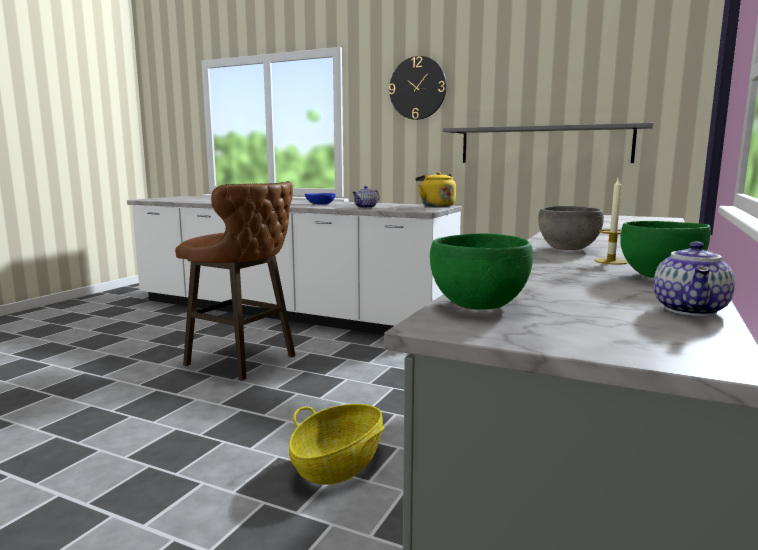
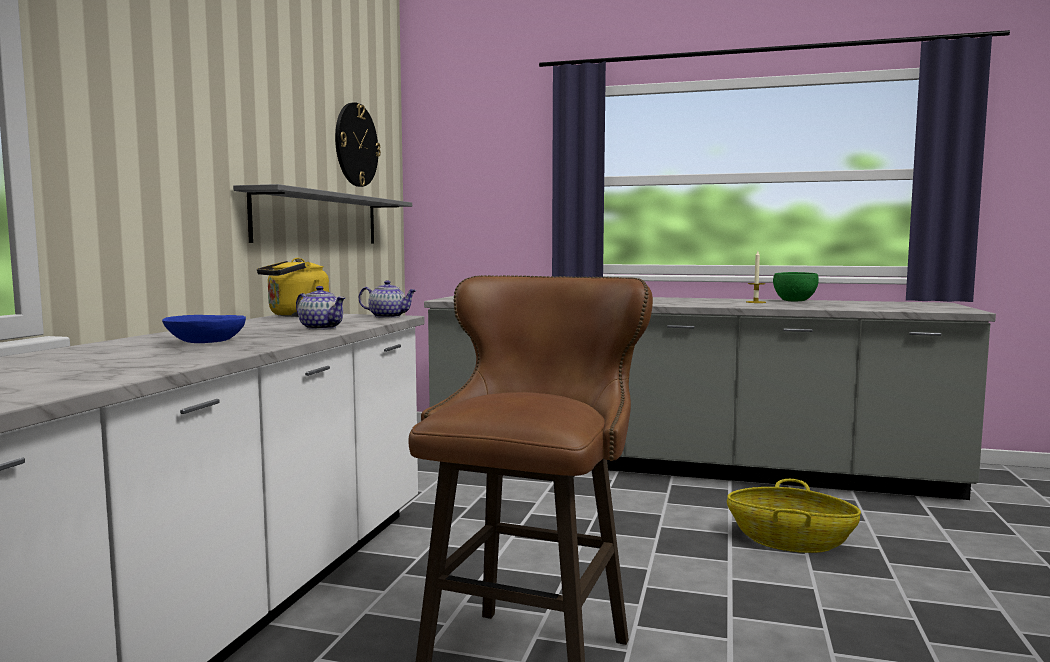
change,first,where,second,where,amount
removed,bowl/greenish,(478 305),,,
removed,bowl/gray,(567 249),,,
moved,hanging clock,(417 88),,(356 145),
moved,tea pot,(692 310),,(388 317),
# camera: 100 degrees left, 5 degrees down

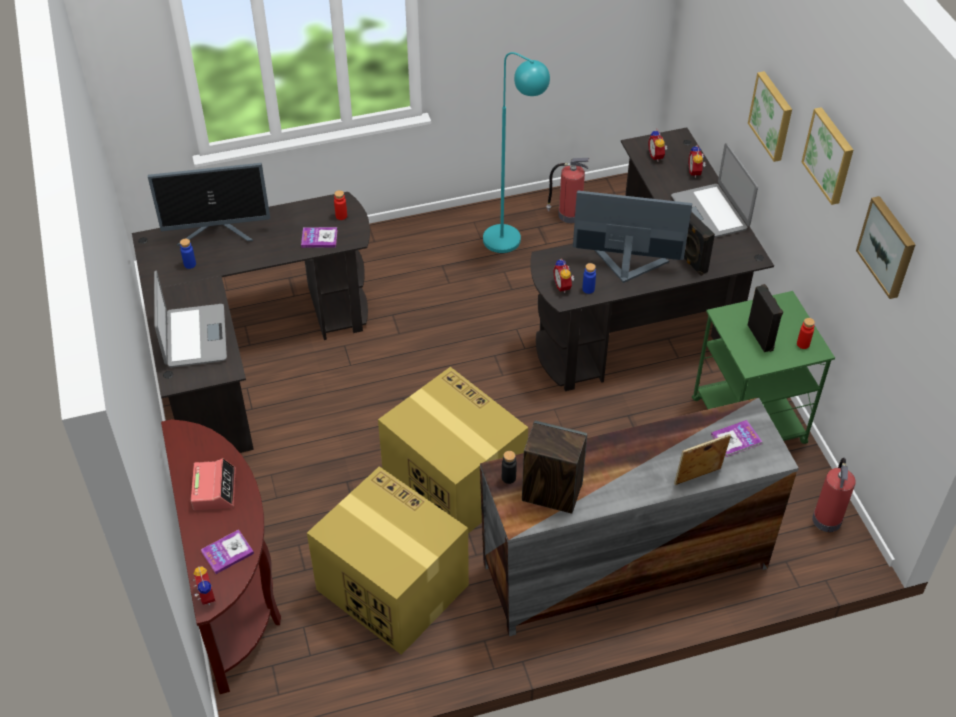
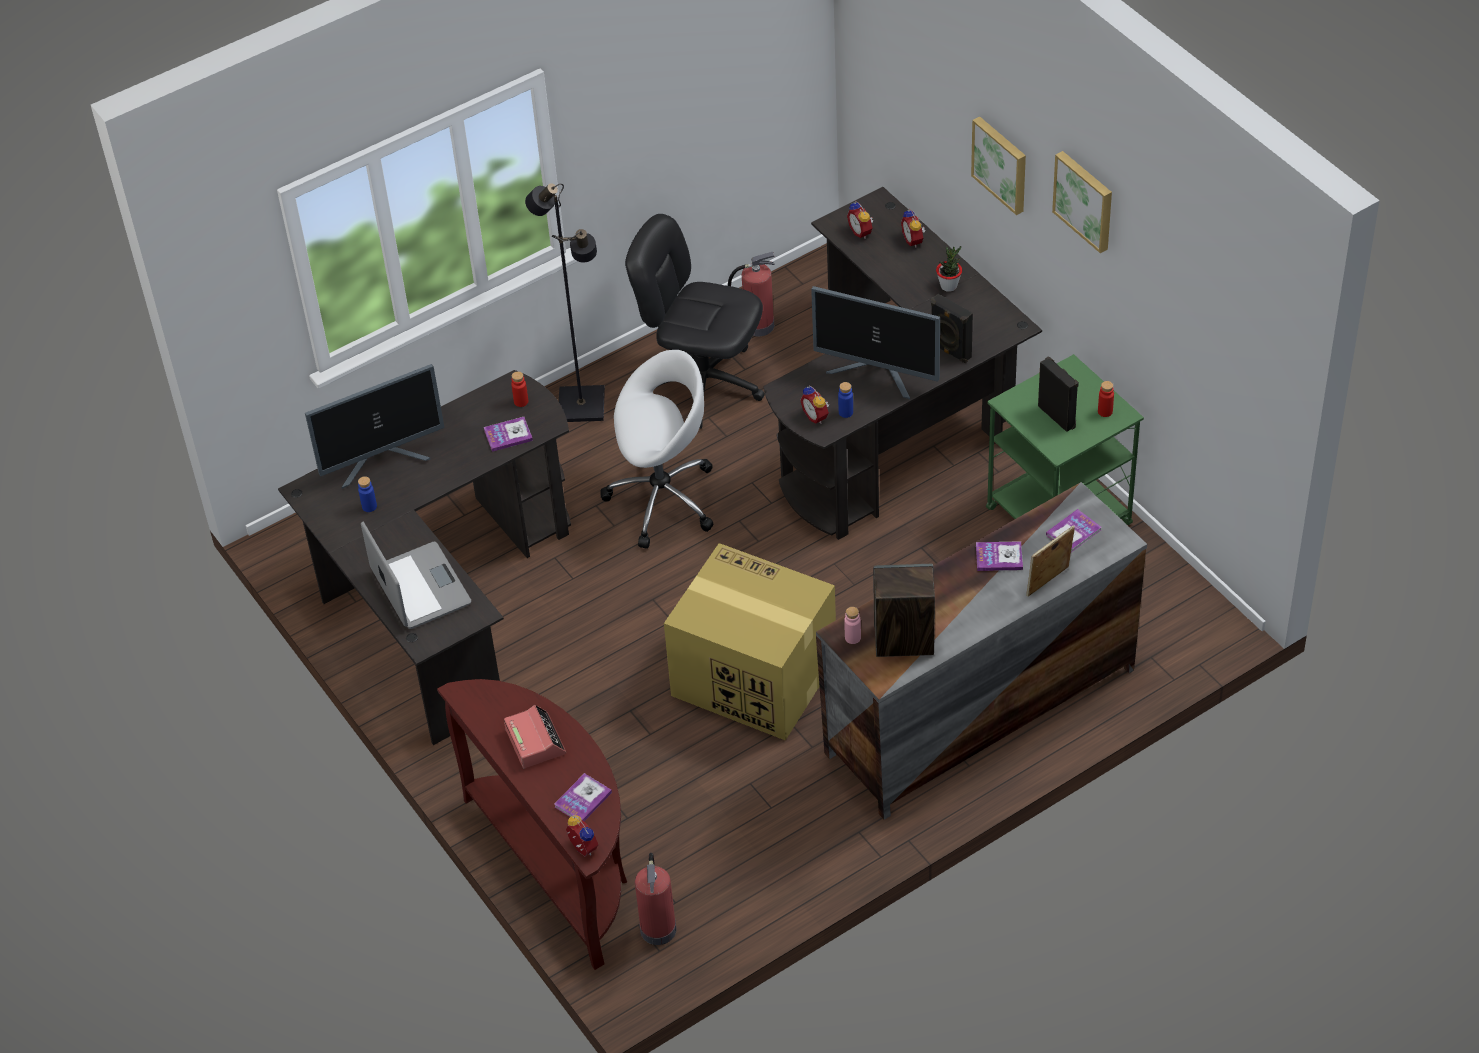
change,first,where,second,where,amount
removed,packing box,(390 586),,,
removed,wall picture,(888 246),,,
added,,,standing lamp/black-coloured,(581 405),
added,,,desk chair/white,(665 498),
added,,,volume,(999 557),
moved,extinguisher,(827 518),,(658 927),
replaced,standing lamp/turquoise-coloured,(511 245),desk chair/black-coloured,(703 383),
replaced,portable computer,(710 213),potted plant,(949 286),
recoloured,drink bottle/black-coloured,(508 478),drink bottle/pinkish,(852 638),
turned,computer screen,(626 266),,(877 374),150 degrees counterclockwise
# camera: 15 degrees left, 0 degrees up

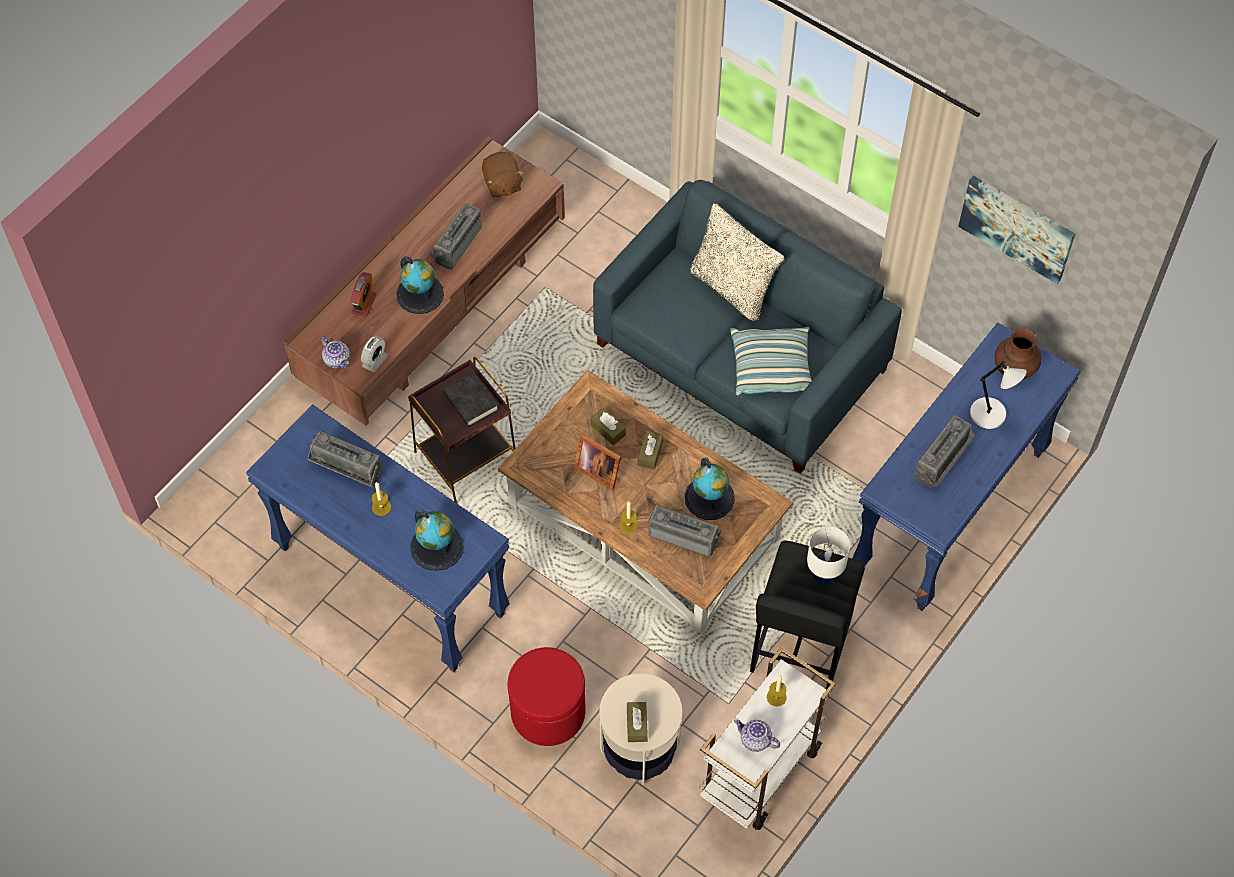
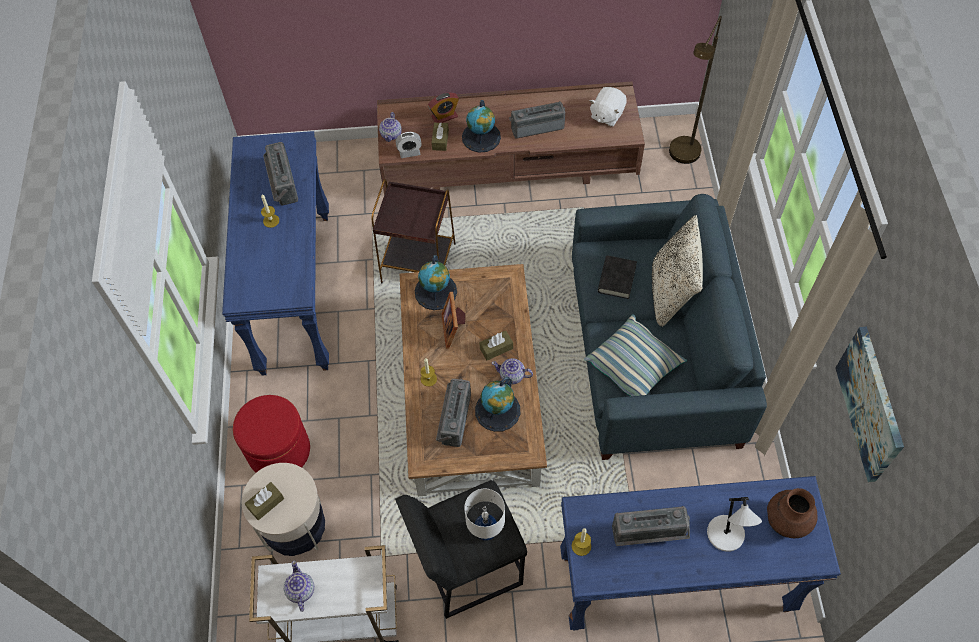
change,first,where,second,where,amount
added,,,tea pot,(512 376),
added,,,standing lamp/brown,(682 158),
moved,desk globe,(437 546),,(436 291),
moved,volume/black-coloured,(471 402),,(616 279),
moved,tissue box/brown,(608 430),,(440 140),
moved,wax light,(776 697),,(581 546),
recoloured,plush toy/brown,(502 184),plush toy/white,(606 115),
turned,radio set,(684 535),,(453 418),150 degrees counterclockwise
# camera: 50 degrees right, 0 degrees up

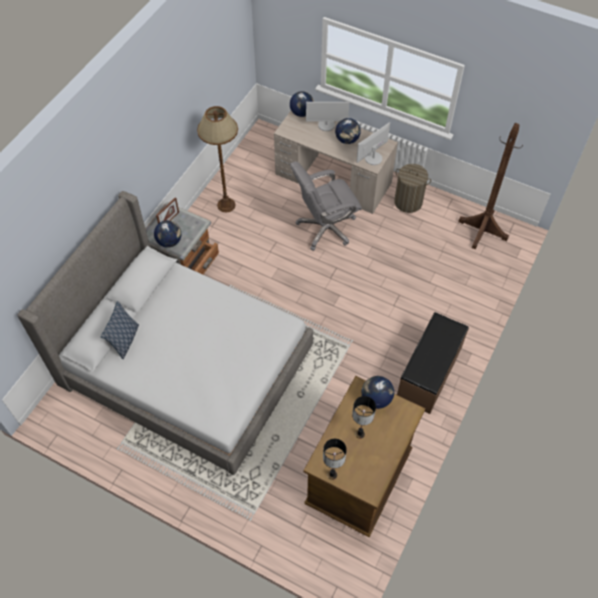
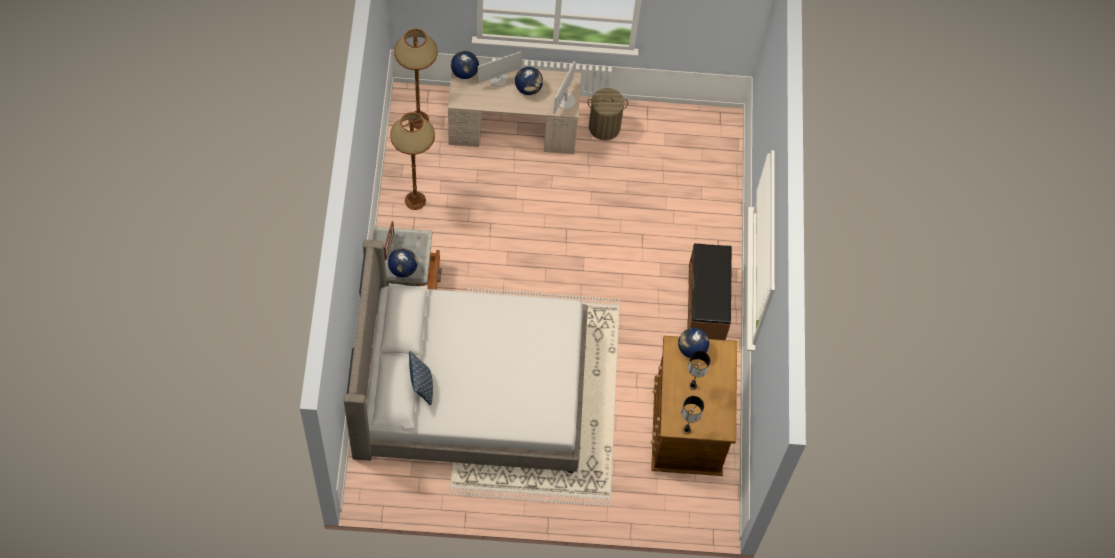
change,first,where,second,where,amount
removed,desk chair/gray,(325 228),,,
removed,clothes rack/brown,(482 230),,,
added,,,standing lamp/brown,(419 120),
# camera: 30 degrees left, 5 degrees up

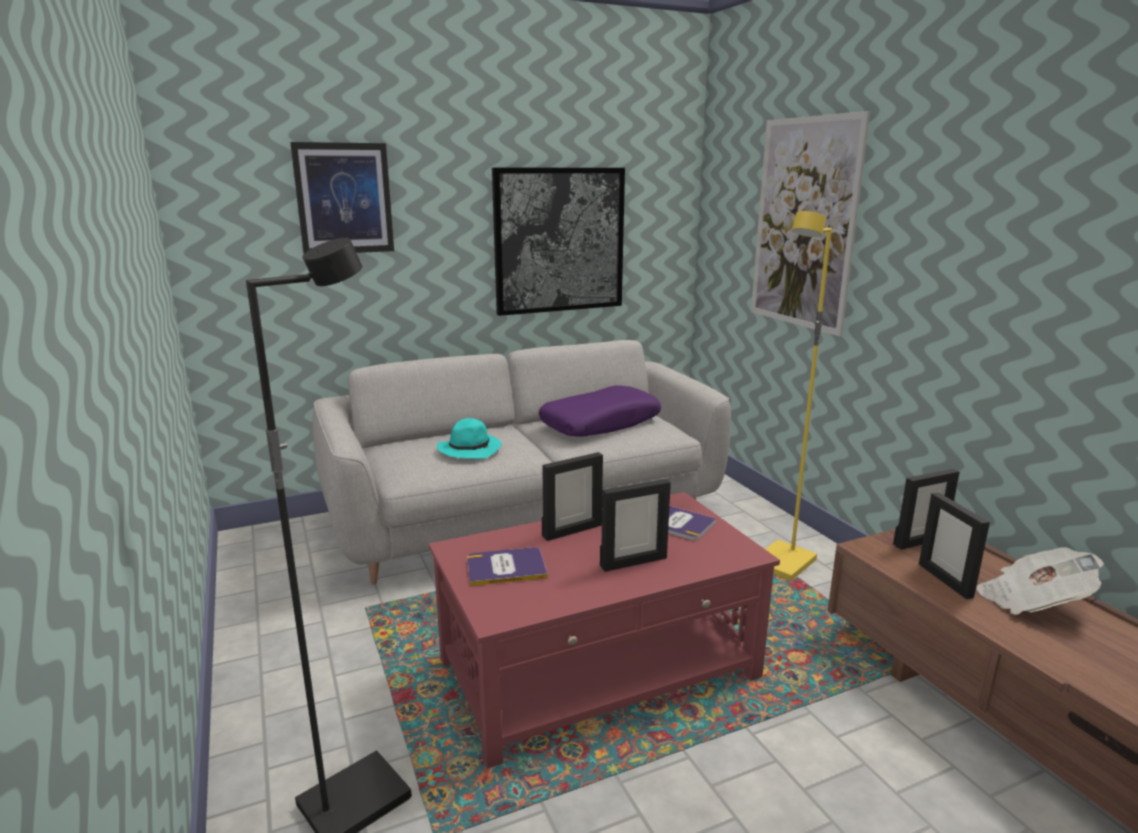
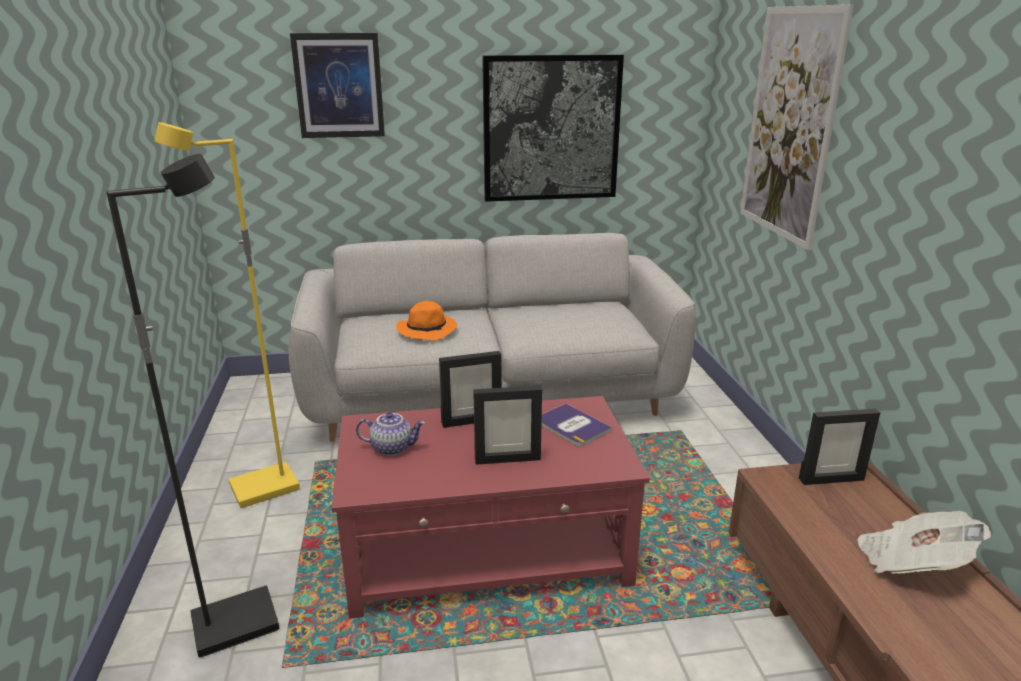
change,first,where,second,where,amount
removed,cushion/purple-coloured,(600 423),,,
removed,picture frame,(946 580),,,
moved,standing lamp/yellow,(784 564),,(264 489),
replaced,volume,(506 567),tea pot,(392 447),
recoloured,clothing hat/turquoise-coloured,(470 449),clothing hat/orange,(428 330),
# camera: 15 degrees right, 5 degrees up

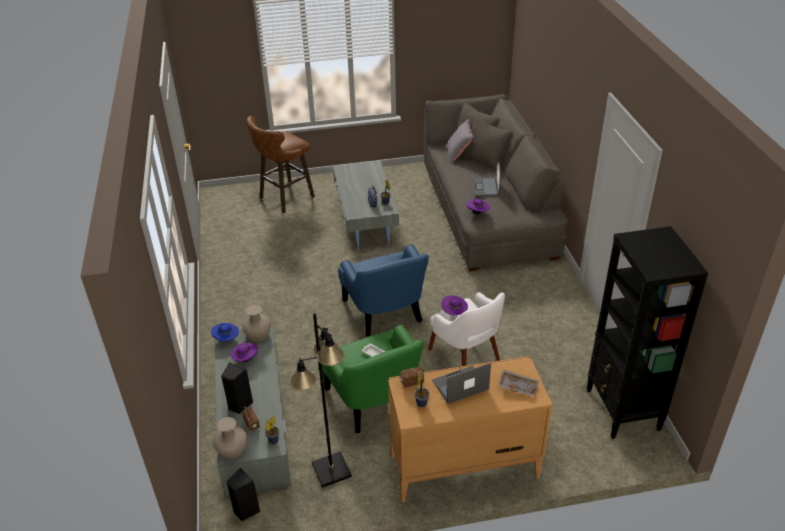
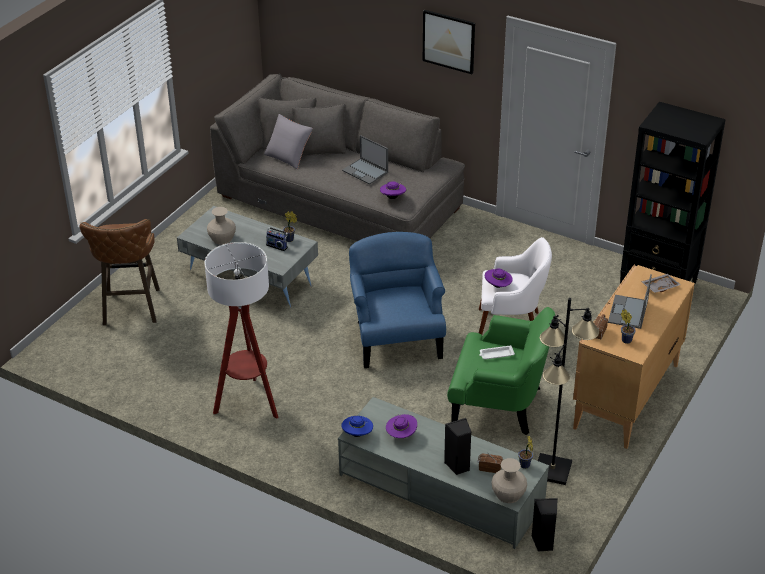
change,first,where,second,where,amount
added,,,standing lamp,(248 403),
added,,,wall picture,(449 41),
moved,vase/beige-coloured,(258 334),,(222 238),
turned,easy chair/blue-coloured,(384 311),,(396 338),120 degrees counterclockwise
# camera: 50 degrees left, 0 degrees up

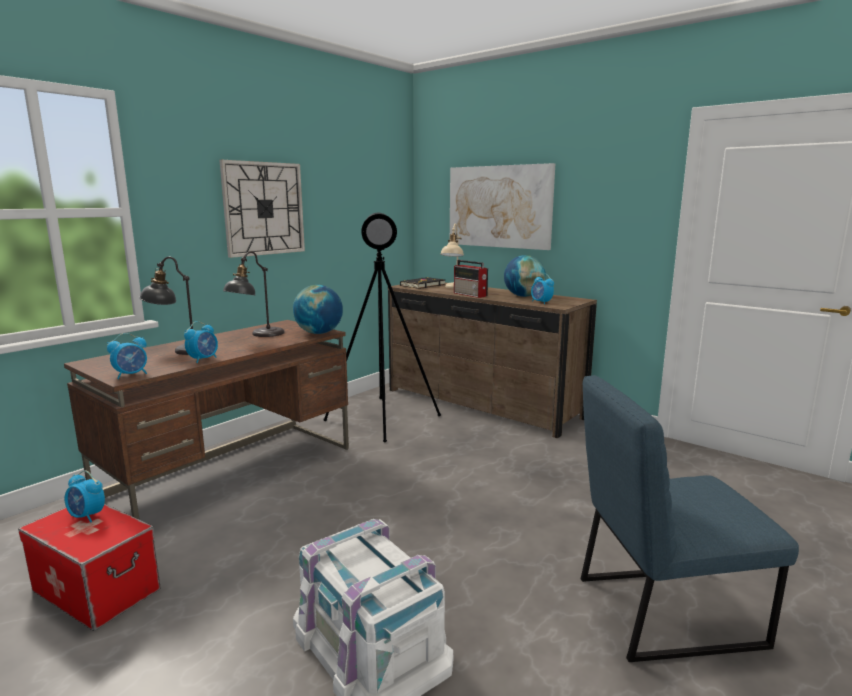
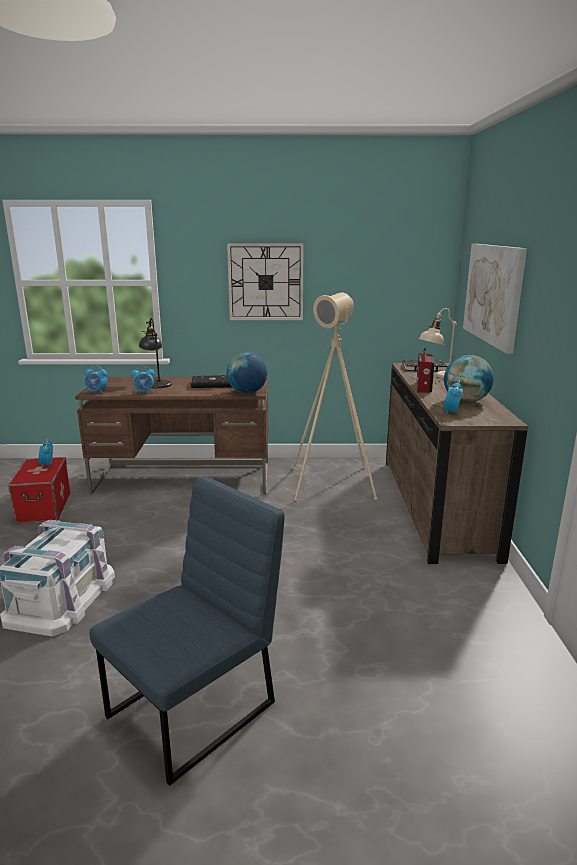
change,first,where,second,where,amount
replaced,tabletop lamp/gray,(257 336),volume/black-coloured,(212 384),
recoloured,standing lamp/black-coloured,(382 418),standing lamp/beige-coloured,(331 483),
turned,chair/blue-coloured,(662 610),,(196 707),90 degrees clockwise
# camera: 50 degrees right, 5 degrees up

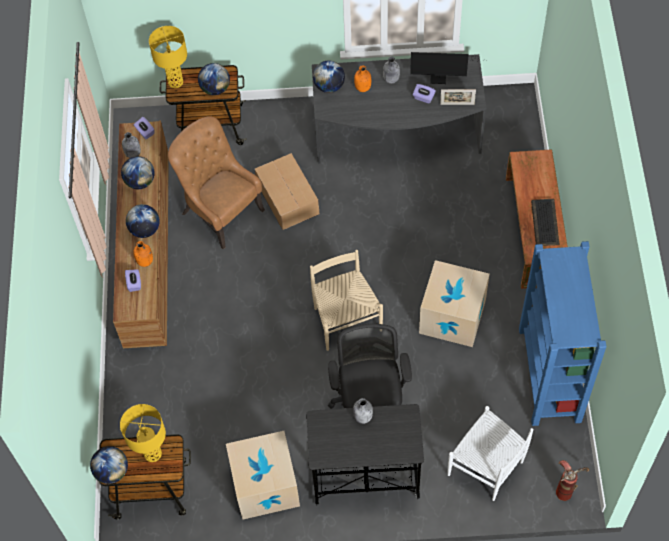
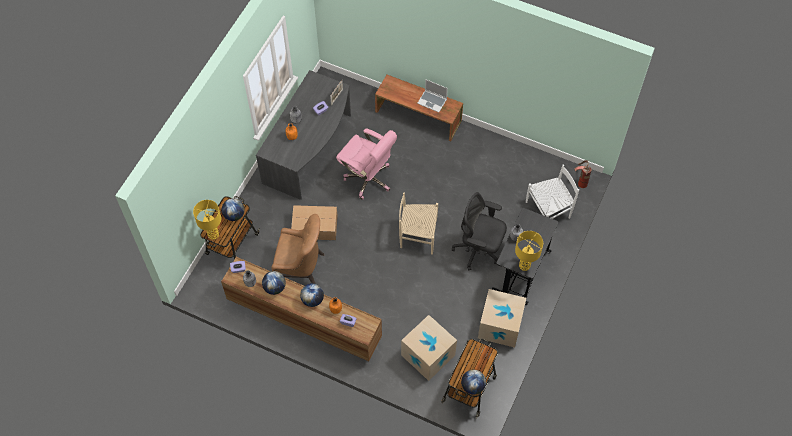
change,first,where,second,where,amount
removed,desk globe,(329 86),,,
removed,computer screen,(441 78),,,
removed,shelving unit/blue-coloured,(549 374),,,
added,,,desk chair/pinkish,(367 178),
moved,tabletop lamp/yellow,(153 453),,(524 265),
moved,packing box,(452 316),,(428 355),
replaced,PC keyboard,(545 223),portable computer,(432 101),
turned,chair/brown,(221 212),,(300 267),150 degrees counterclockwise
# camera: 65 degrees left, 0 degrees up

